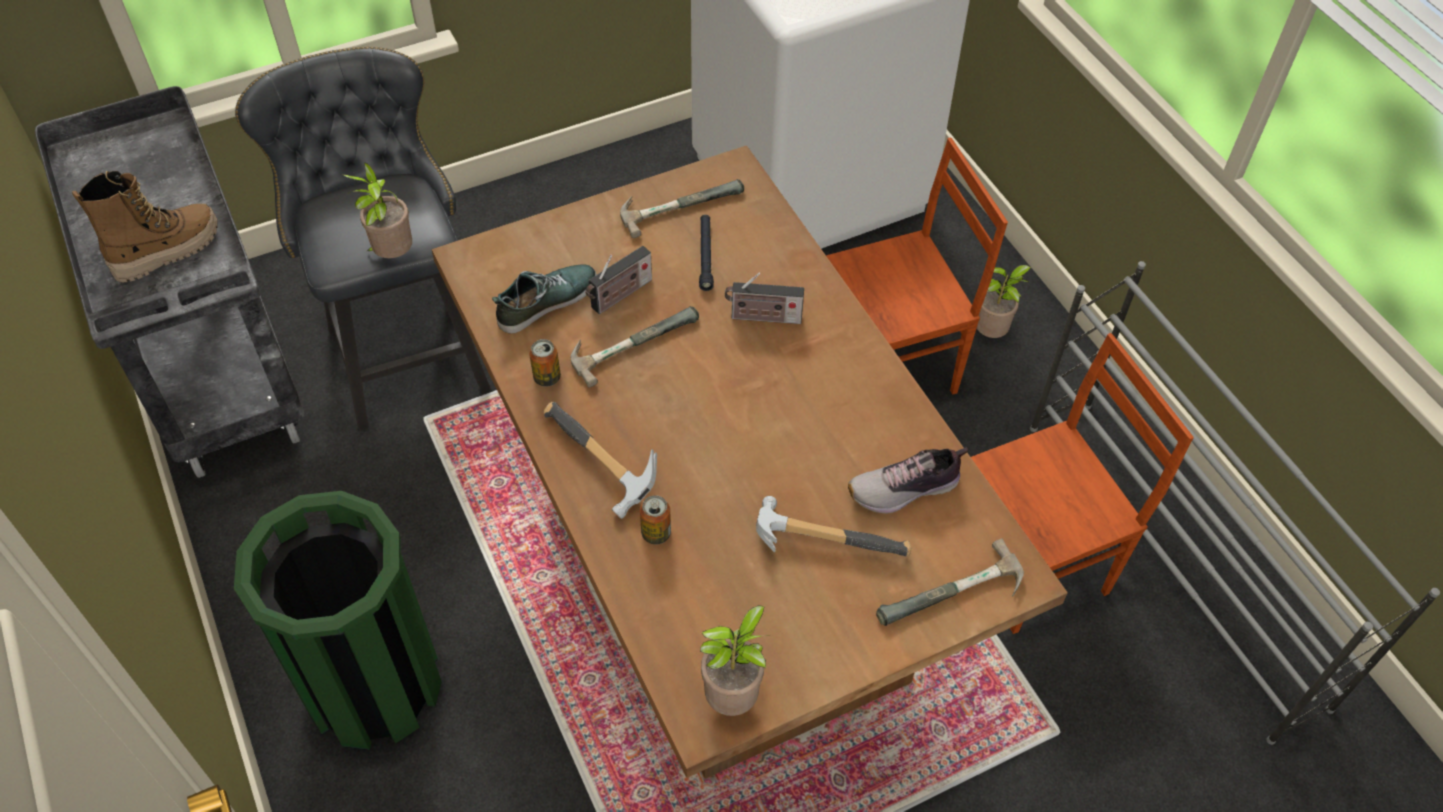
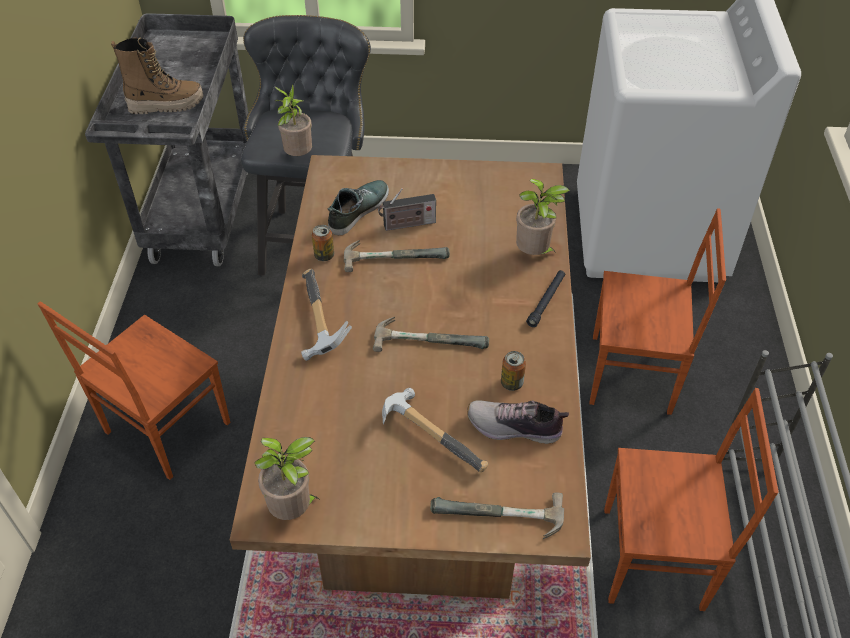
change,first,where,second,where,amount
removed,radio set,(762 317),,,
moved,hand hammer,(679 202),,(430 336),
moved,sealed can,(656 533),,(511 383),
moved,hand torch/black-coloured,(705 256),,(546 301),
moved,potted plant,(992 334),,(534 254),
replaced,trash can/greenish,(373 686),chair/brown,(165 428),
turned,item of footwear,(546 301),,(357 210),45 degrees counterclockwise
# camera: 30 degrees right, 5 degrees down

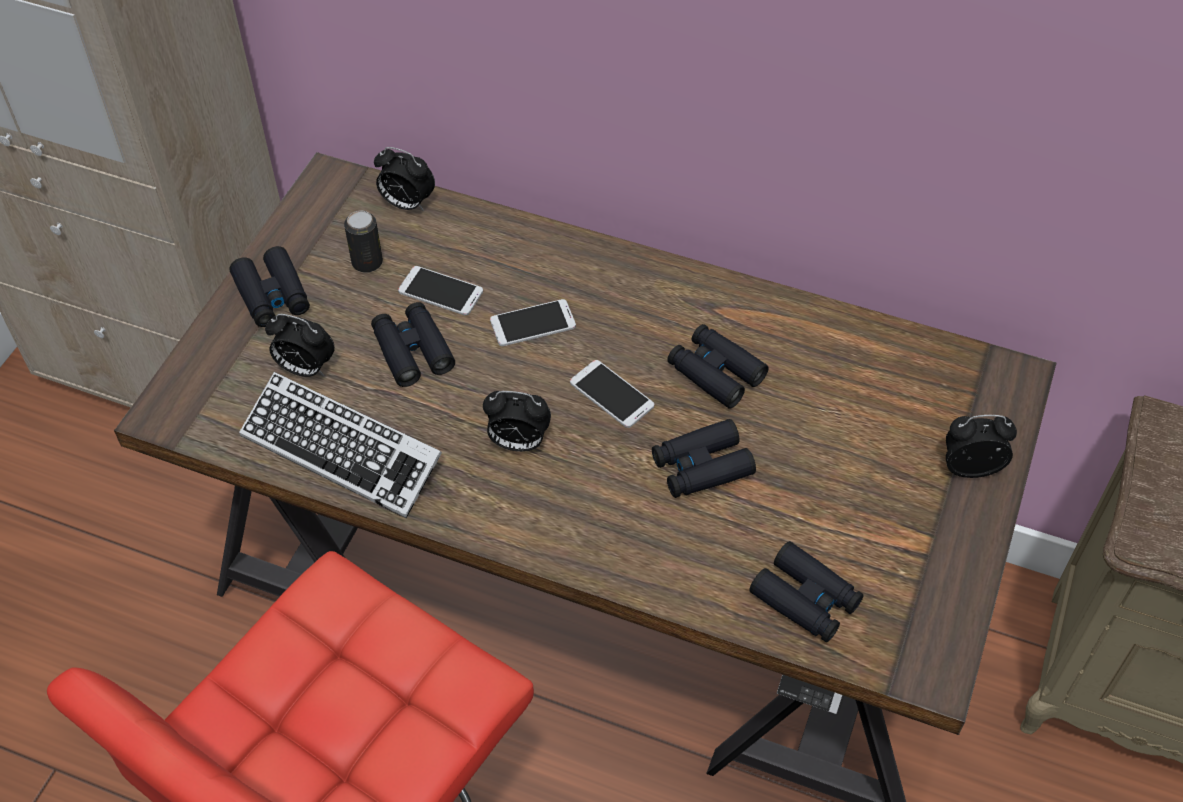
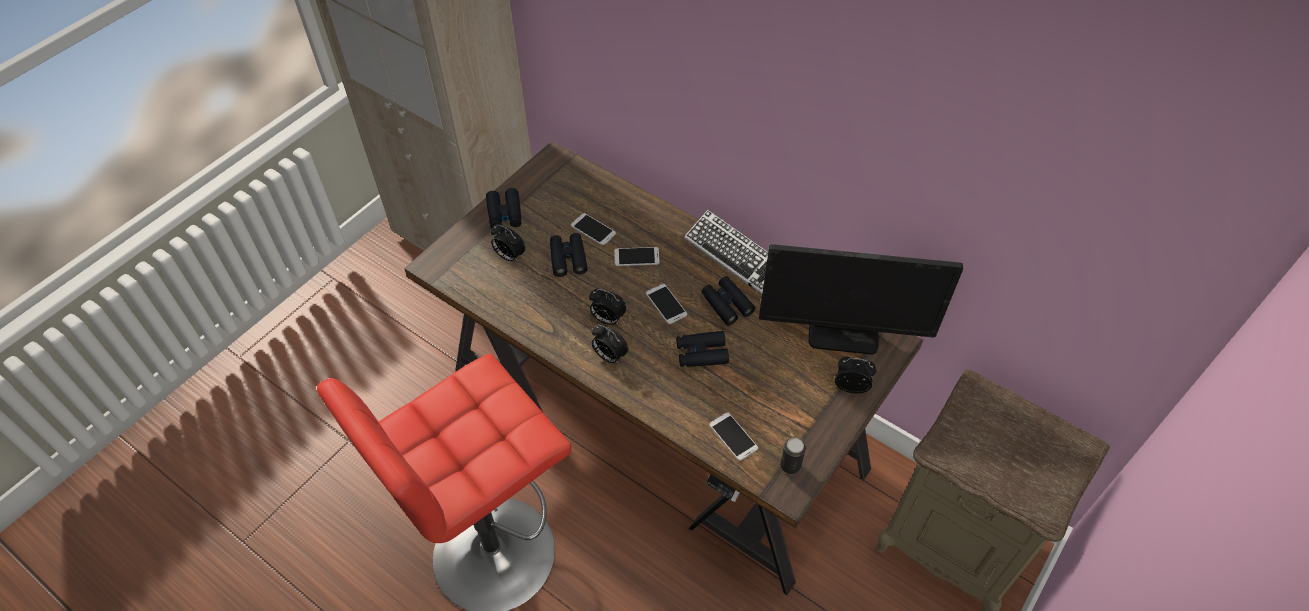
change,first,where,second,where,amount
added,,,computer screen,(843 333),
moved,PC keyboard,(342 451),,(734 256),
moved,sealed can,(367 262),,(790 465),
moved,table clock,(406 204),,(609 356),
replaced,pair of binoculars/black-coloured,(805 599),phone,(733 436),
# camera: 15 degrees right, 0 degrees up

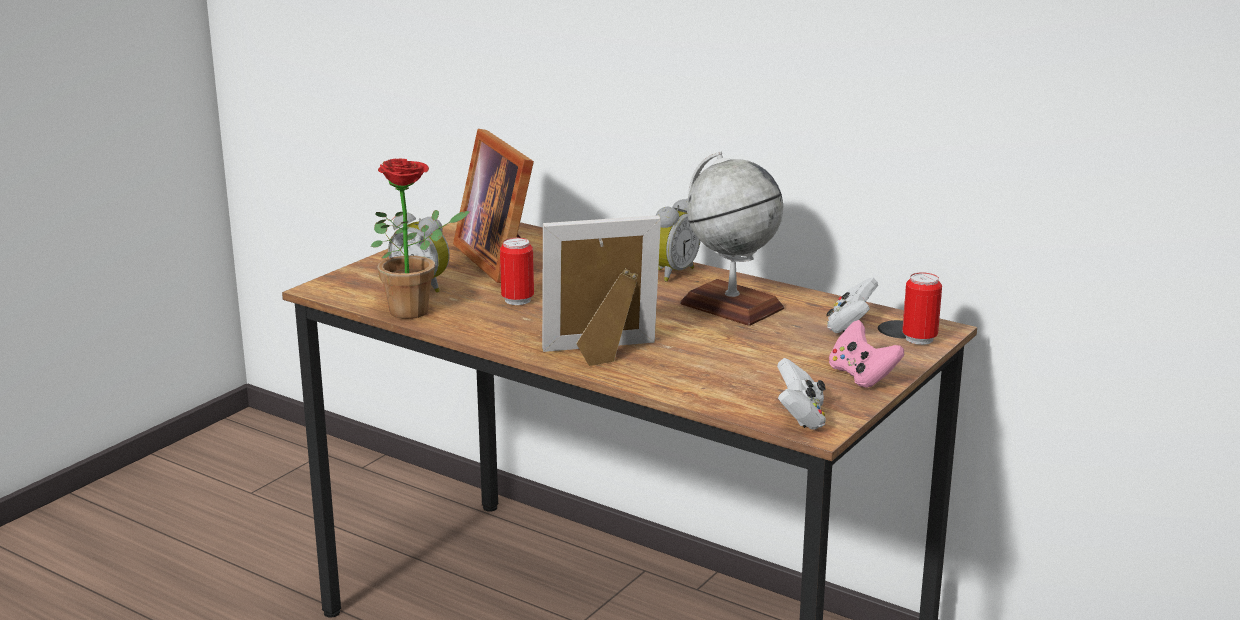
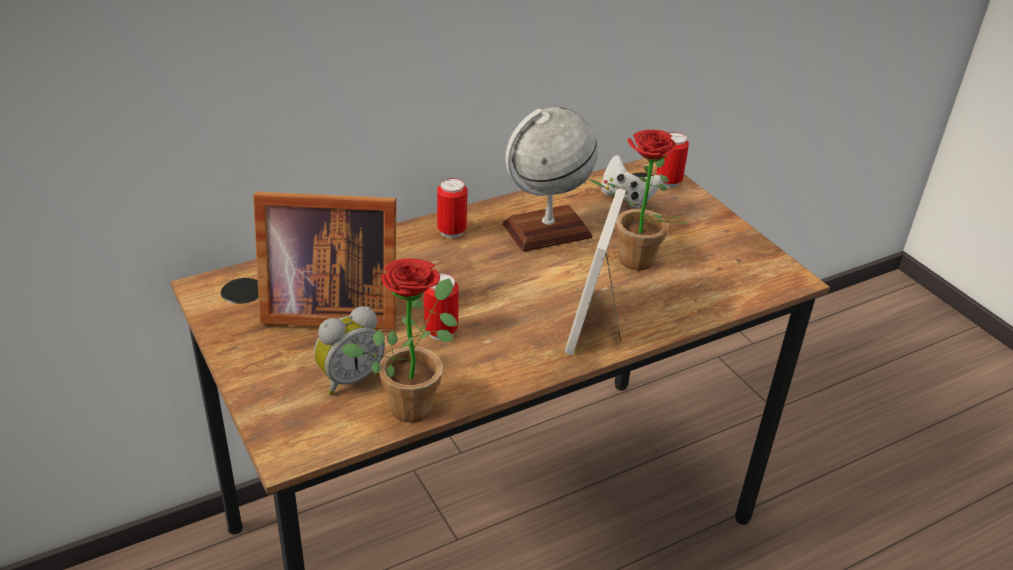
change,first,where,second,where,amount
removed,game controller/white,(800 417),,,
removed,game controller/pinkish,(861 376),,,
added,,,potted plant,(629 262),
replaced,table clock,(671 273),sealed can,(451 231),
# camera: 65 degrees left, 15 degrees up

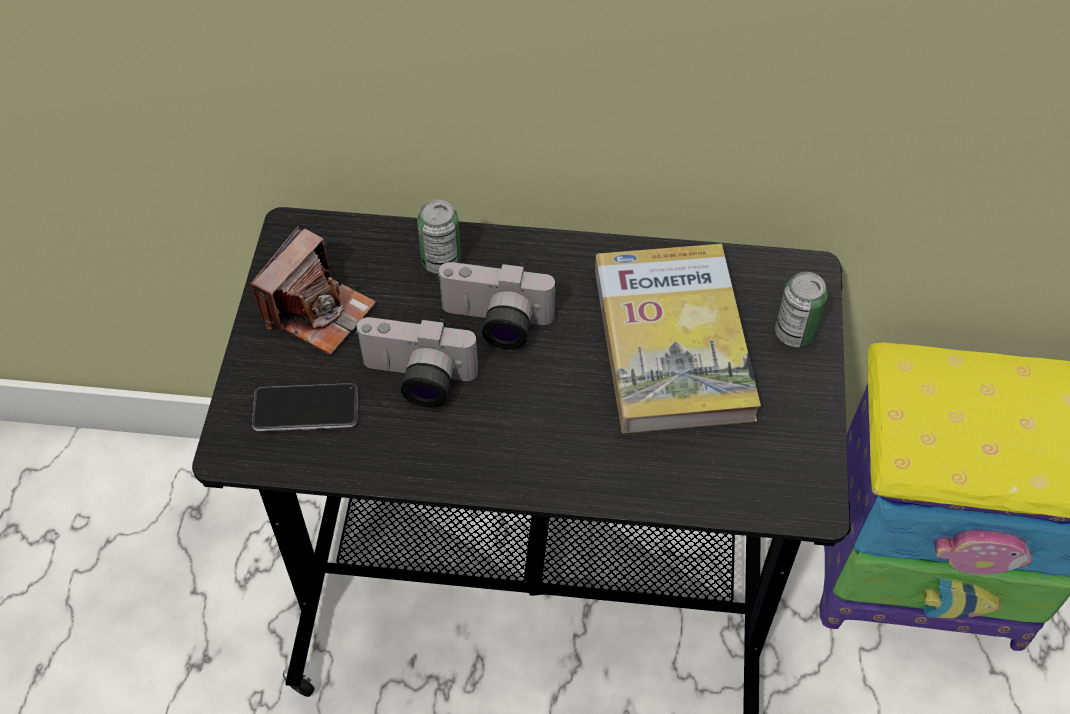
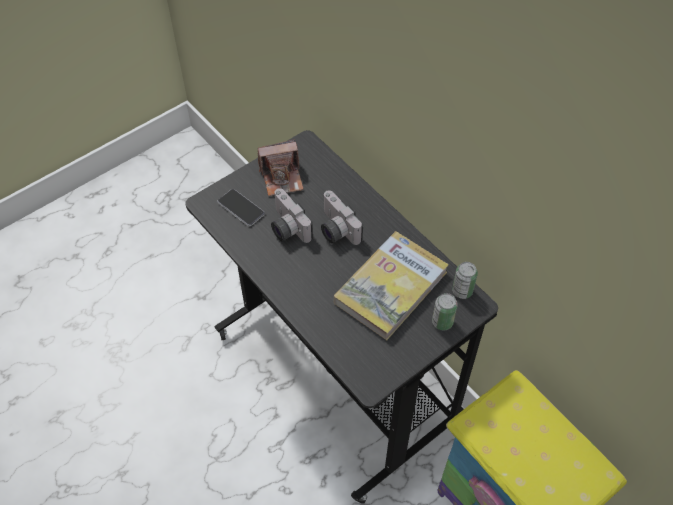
change,first,where,second,where,amount
moved,sealed can,(441 261),,(462 291),
# camera: 45 degrees right, 0 degrees up

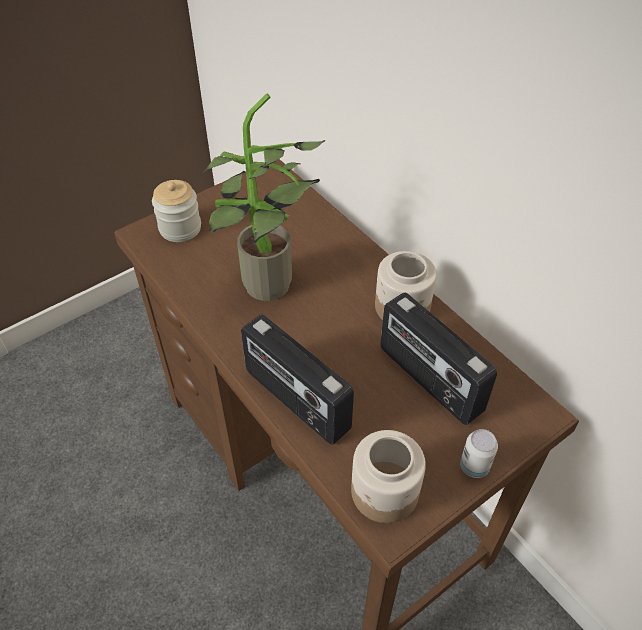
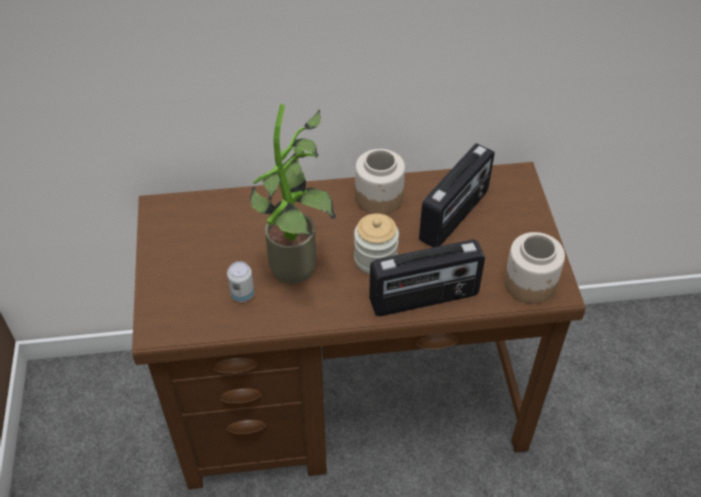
change,first,where,second,where,amount
moved,storage jar,(180 228),,(375 259),
moved,sealed can,(474 466),,(242 294),
turned,radio set,(429 380),,(455 216),45 degrees counterclockwise
# camera: 60 degrees left, 0 degrees up

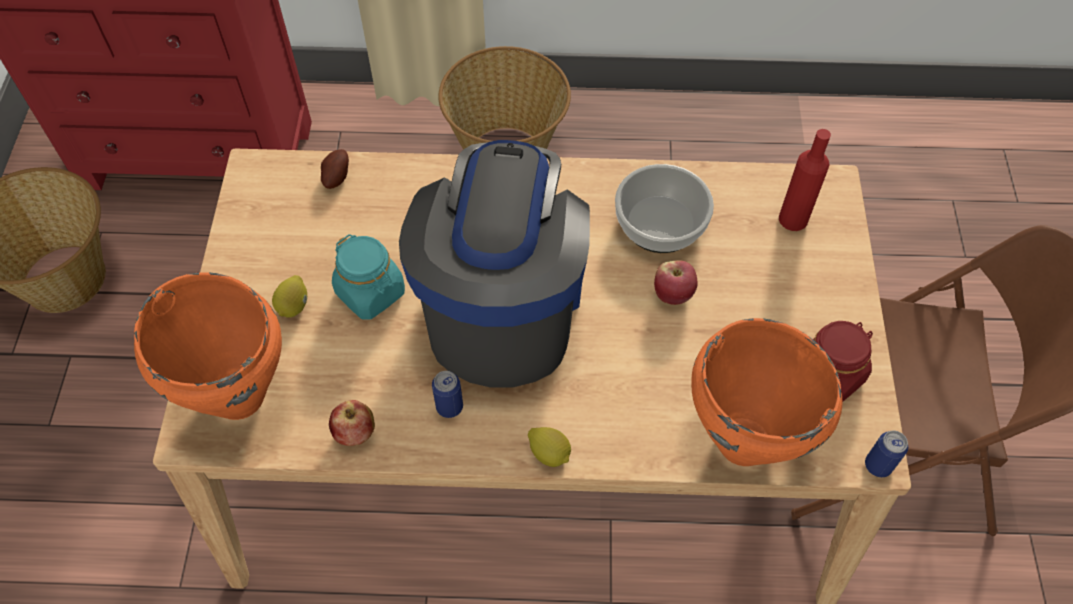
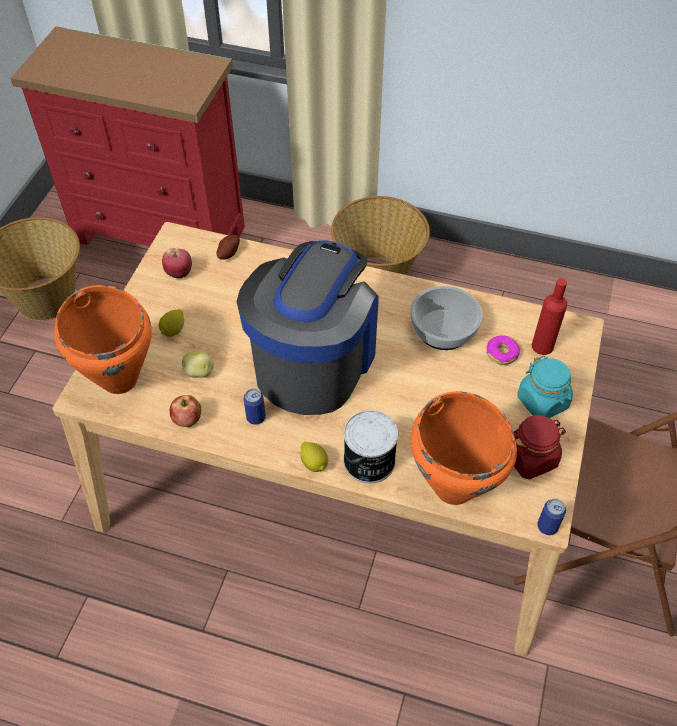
change,first,where,second,where,amount
added,,,whole potato,(199 372),
added,,,sealed can,(369 462),
added,,,ring doughnut,(502 353),
moved,storage jar/turquoise-coloured,(371 293),,(543 402),
moved,apple fruit,(673 294),,(179 273),
# camera: 15 degrees right, 5 degrees down

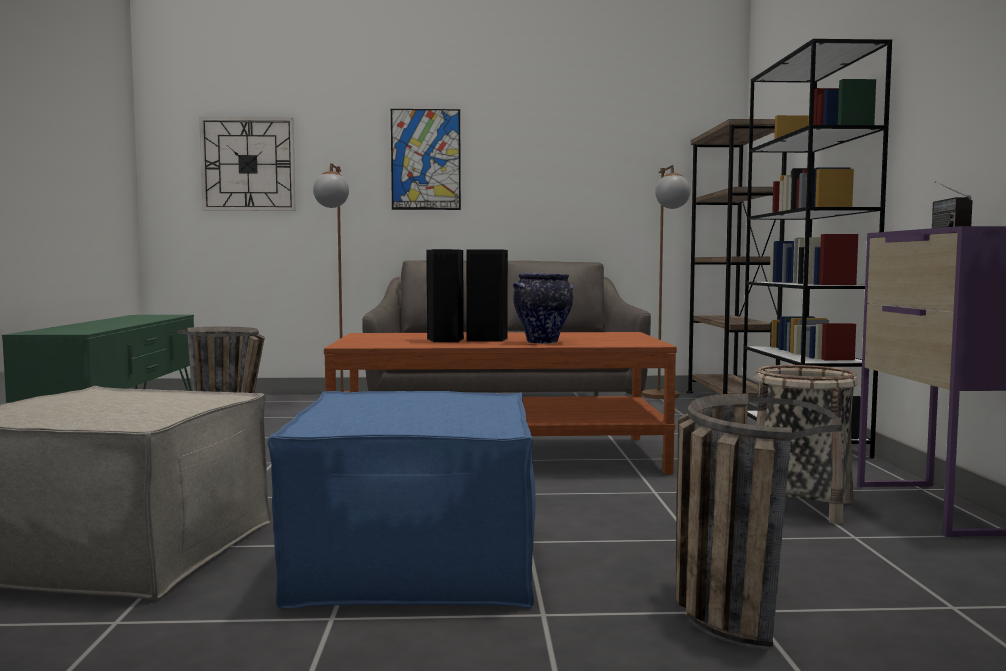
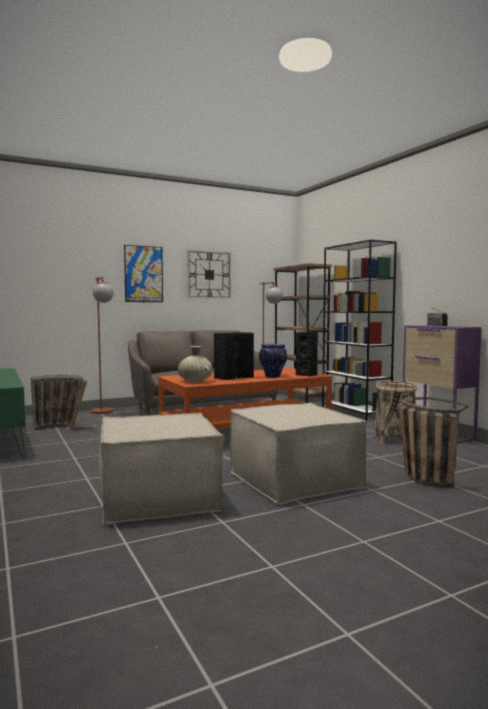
change,first,where,second,where,amount
added,,,vase/beige-coloured,(195 381),
added,,,loudspeaker/black-coloured,(307 375),
moved,hanging clock,(248 164),,(209 274),
recoloured,footrest/blue-coloured,(416 561),footrest/beige-coloured,(295 480),
# camera: 25 degrees left, 0 degrees up

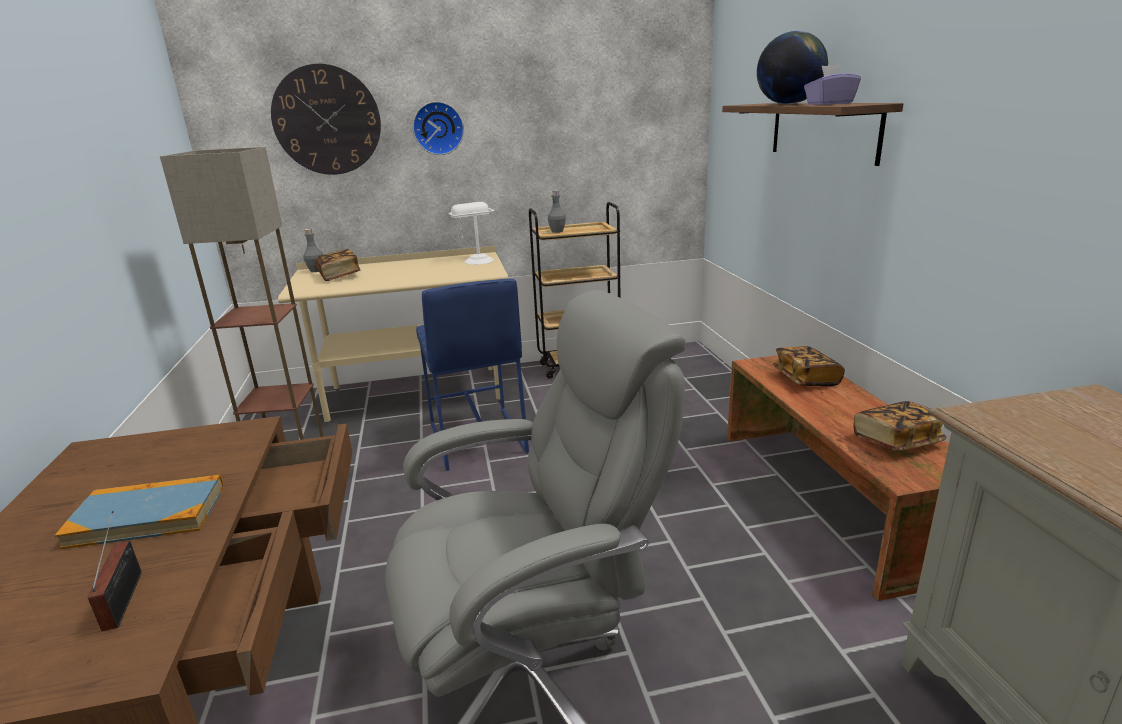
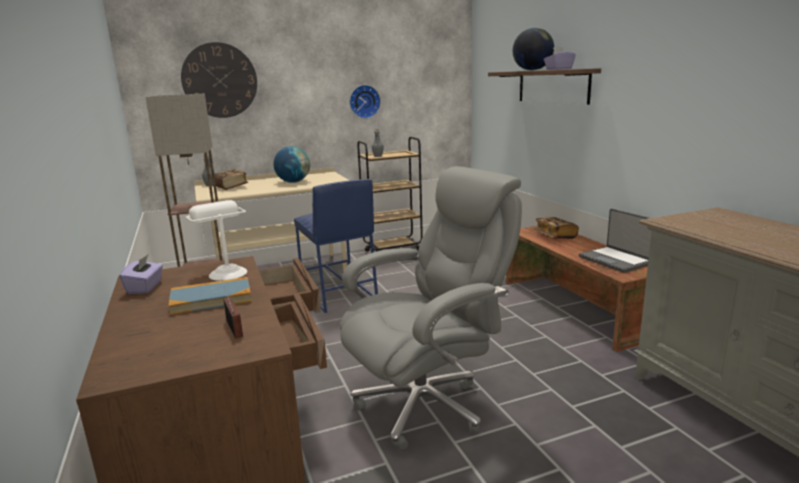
change,first,where,second,where,amount
added,,,tissue box/purple-coloured,(145 287),
added,,,desk globe,(293 182),
moved,hanging clock,(438 128),,(364 101),
moved,tabletop lamp/white,(476 259),,(224 271),
replaced,volume,(896 441),portable computer,(616 260),
# camera: 10 degrees left, 5 degrees down

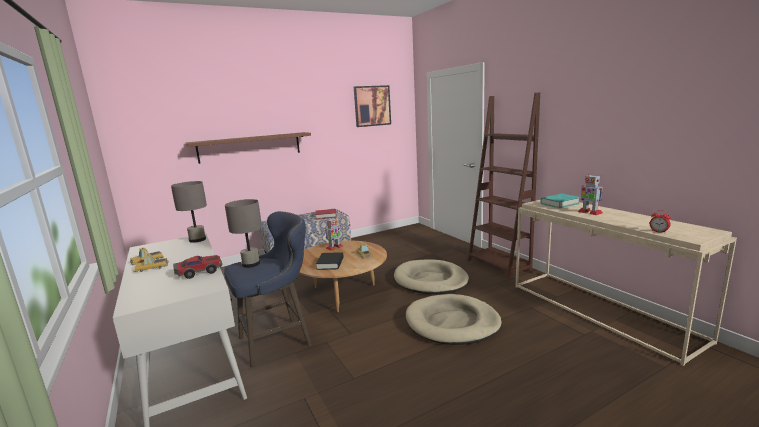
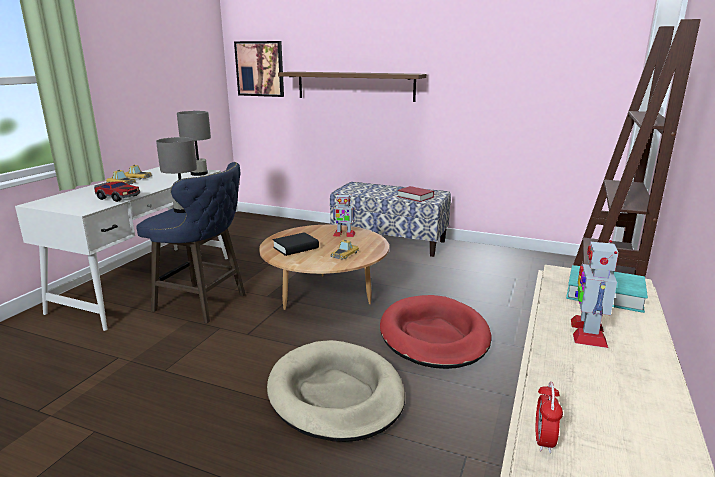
change,first,where,second,where,amount
moved,wall picture,(372 106),,(260 69),
recoloured,dog cushion/beige-coloured,(430 280),dog cushion/reddish,(434 336),
# camera: 50 degrees right, 5 degrees up

